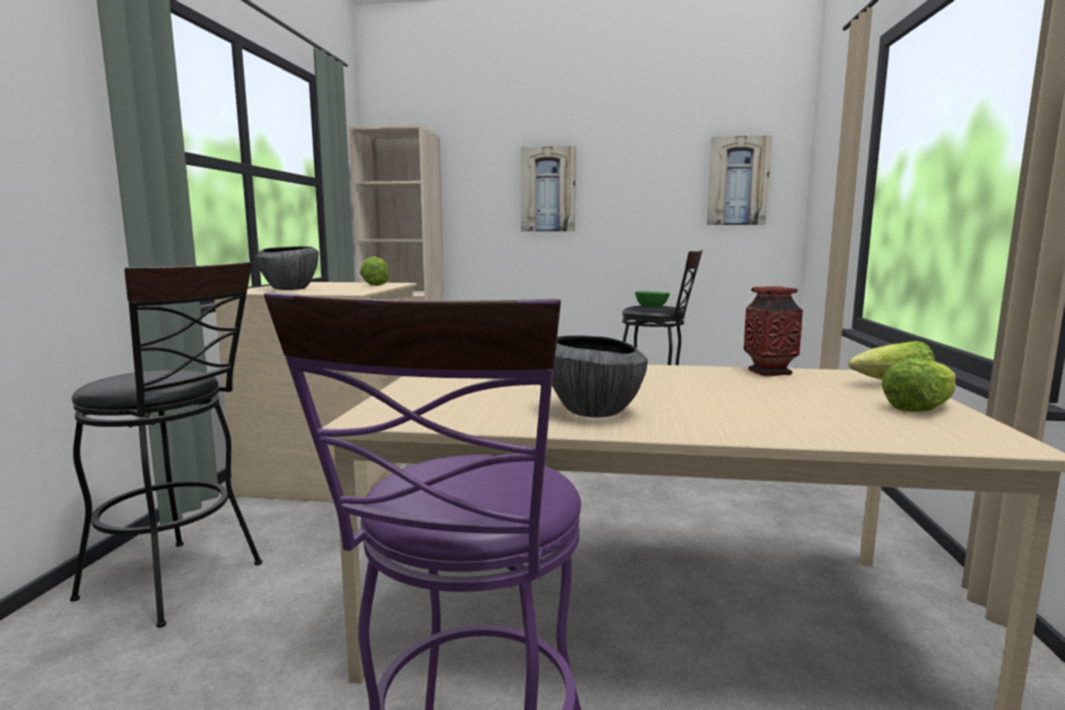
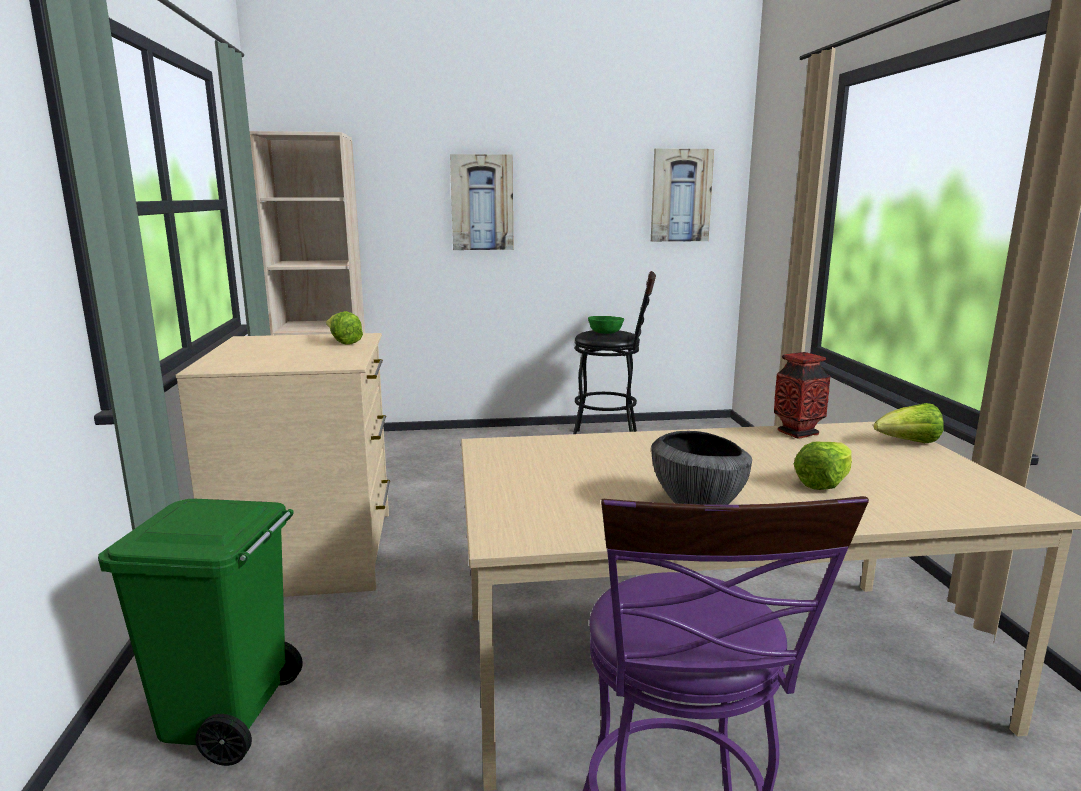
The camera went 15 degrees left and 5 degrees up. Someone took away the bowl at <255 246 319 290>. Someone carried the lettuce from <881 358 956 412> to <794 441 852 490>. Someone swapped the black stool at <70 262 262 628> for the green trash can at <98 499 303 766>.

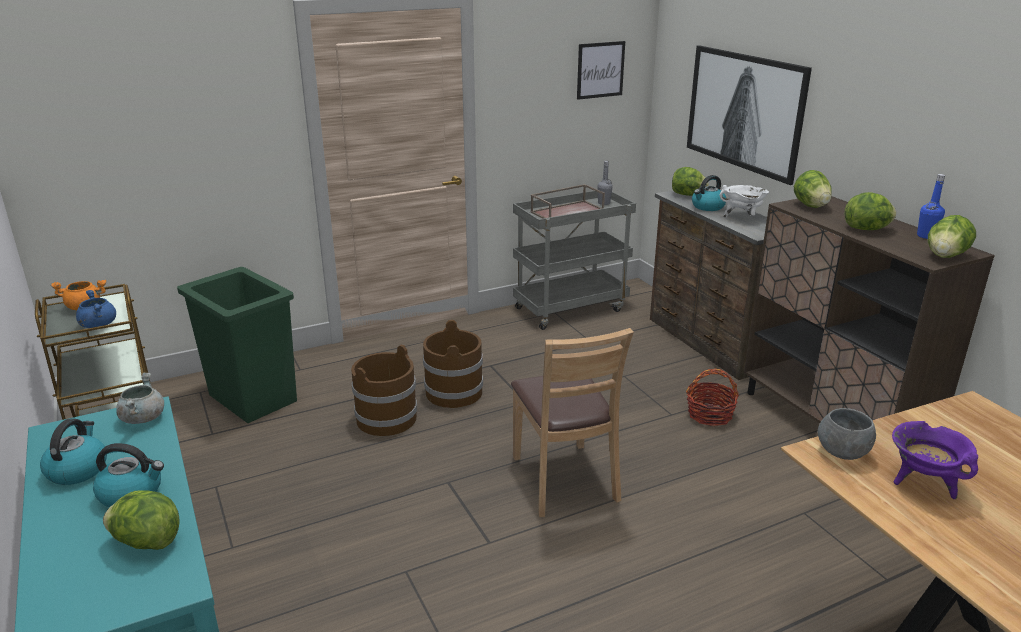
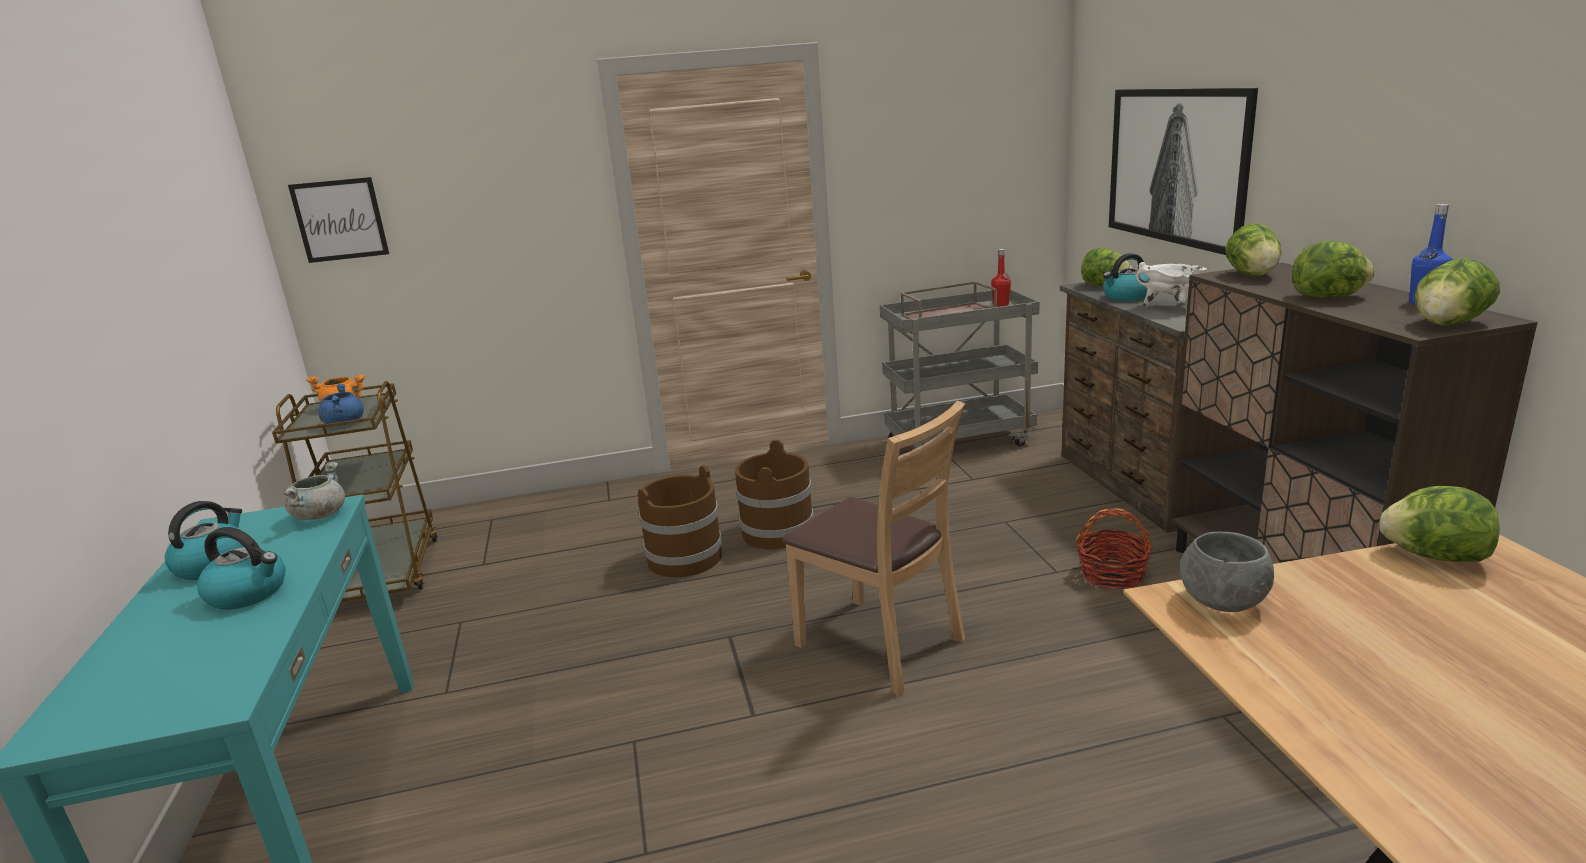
The camera went 15 degrees right and 5 degrees down. Someone took away the green trash can at <177 267 297 423>. Someone took away the purple cooking pot at <892 421 978 499>. Someone carried the lettuce from <103 490 180 550> to <1379 486 1500 562>. Someone carried the picture from <577 41 625 100> to <288 177 389 263>. Someone repainted the grey bottle at <597 161 613 205>, which became the red bottle at <991 249 1011 307>. Someone rotated the brown chair at <511 328 634 517> by 45 degrees counterclockwise.

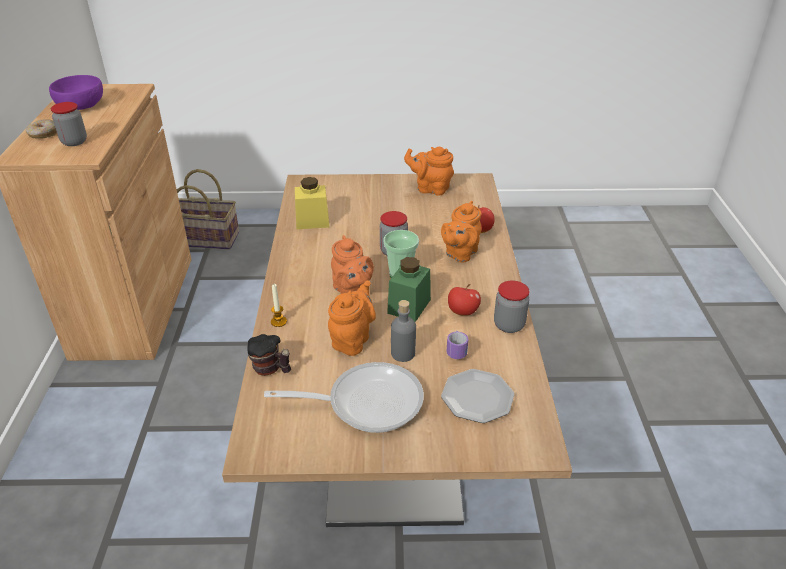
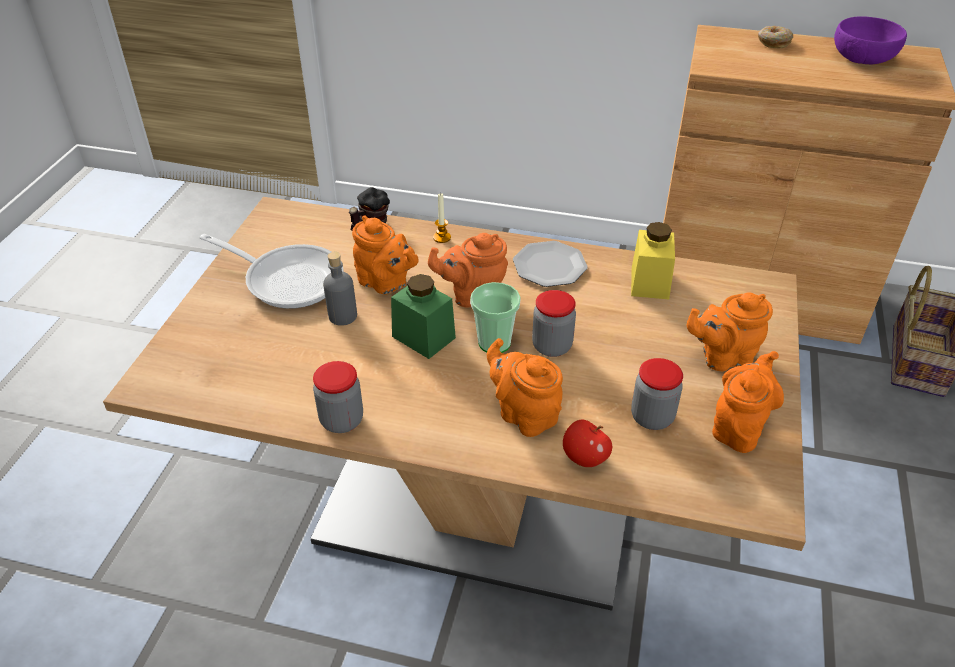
The camera went 105 degrees right and 5 degrees up. Someone took away the mug at <447 331 468 359>. Someone took away the apple at <448 284 481 316>. Someone put down the orange teapot at <687 292 773 371>. Someone carried the jar from <51 102 87 146> to <631 358 683 430>. Someone carried the plate from <441 369 515 423> to <513 241 588 287>. Someone rotated the frying pan at <264 362 424 433> by 75 degrees counterclockwise.

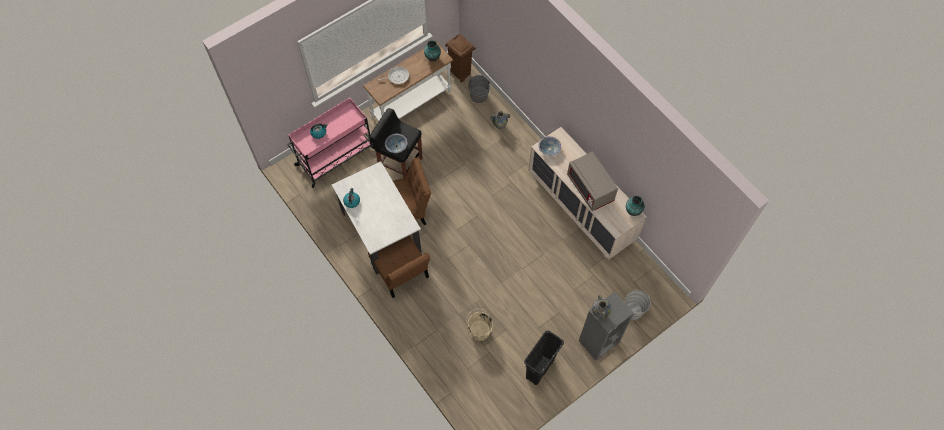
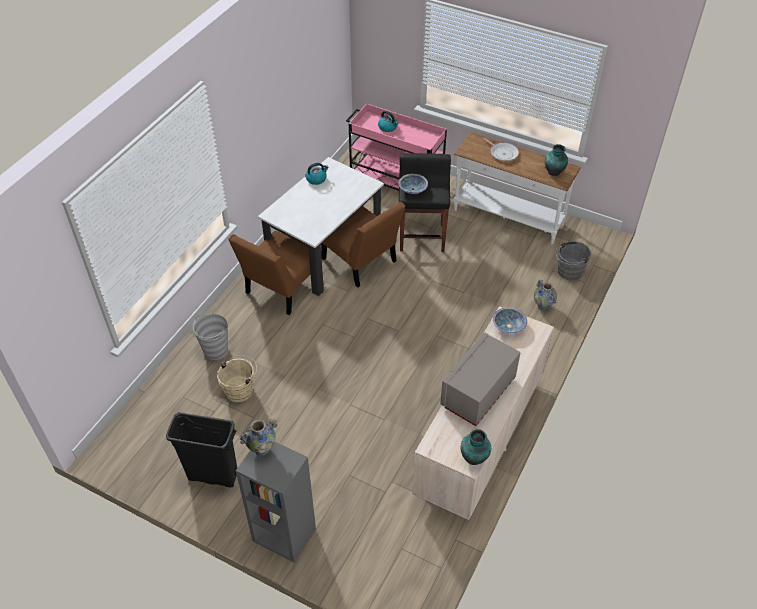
The camera went 65 degrees right and 15 degrees down. Someone took away the brown trash can at <445 34 476 82>. Someone carried the grey bucket from <625 290 651 320> to <193 314 228 360>.

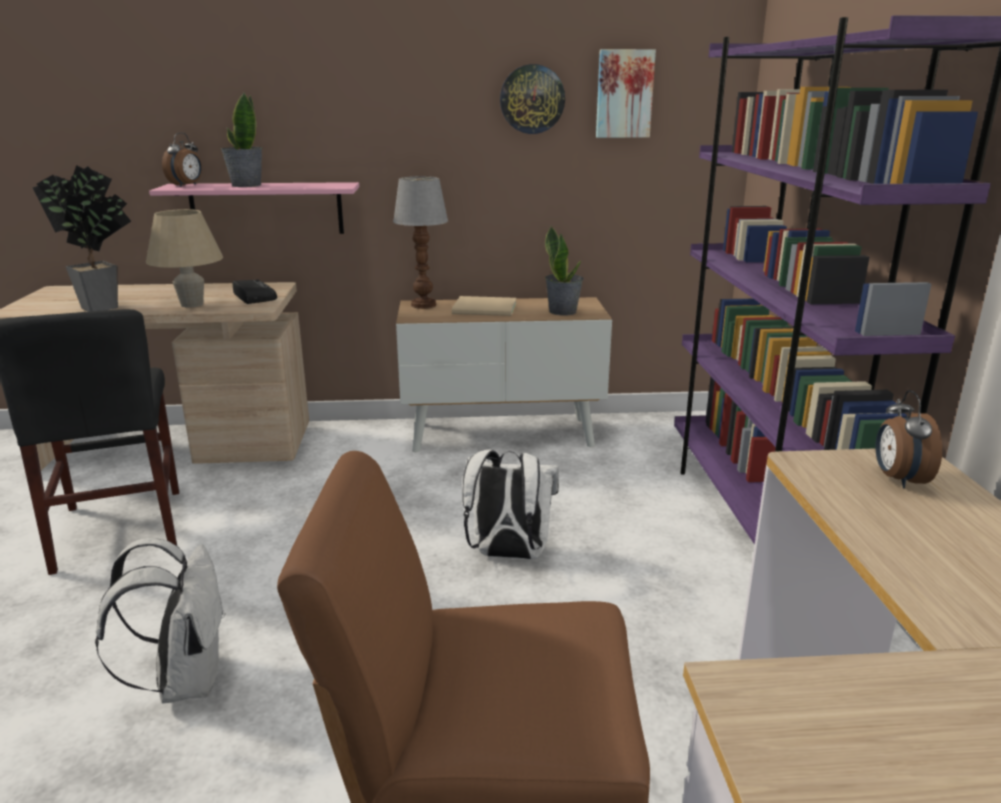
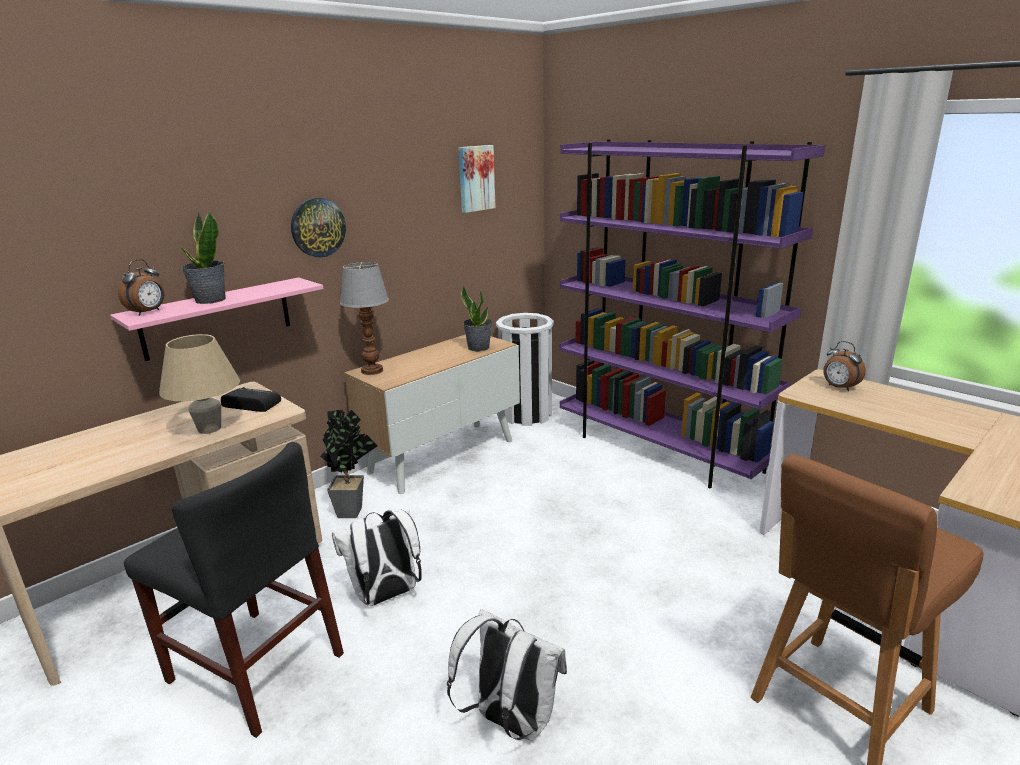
The camera went 40 degrees left and 0 degrees up. Someone took away the beige book at <452 296 516 316>. Someone put down the white trash can at <496 313 554 426>. Someone carried the potted plant from <33 165 131 312> to <320 410 377 518>. Someone carried the white backpack from <462 450 559 559> to <332 509 422 606>. Someone carried the wall clock from <500 64 565 134> to <291 198 346 257>. Someone rotated the alarm clock at <162 133 202 187> by 45 degrees clockwise.

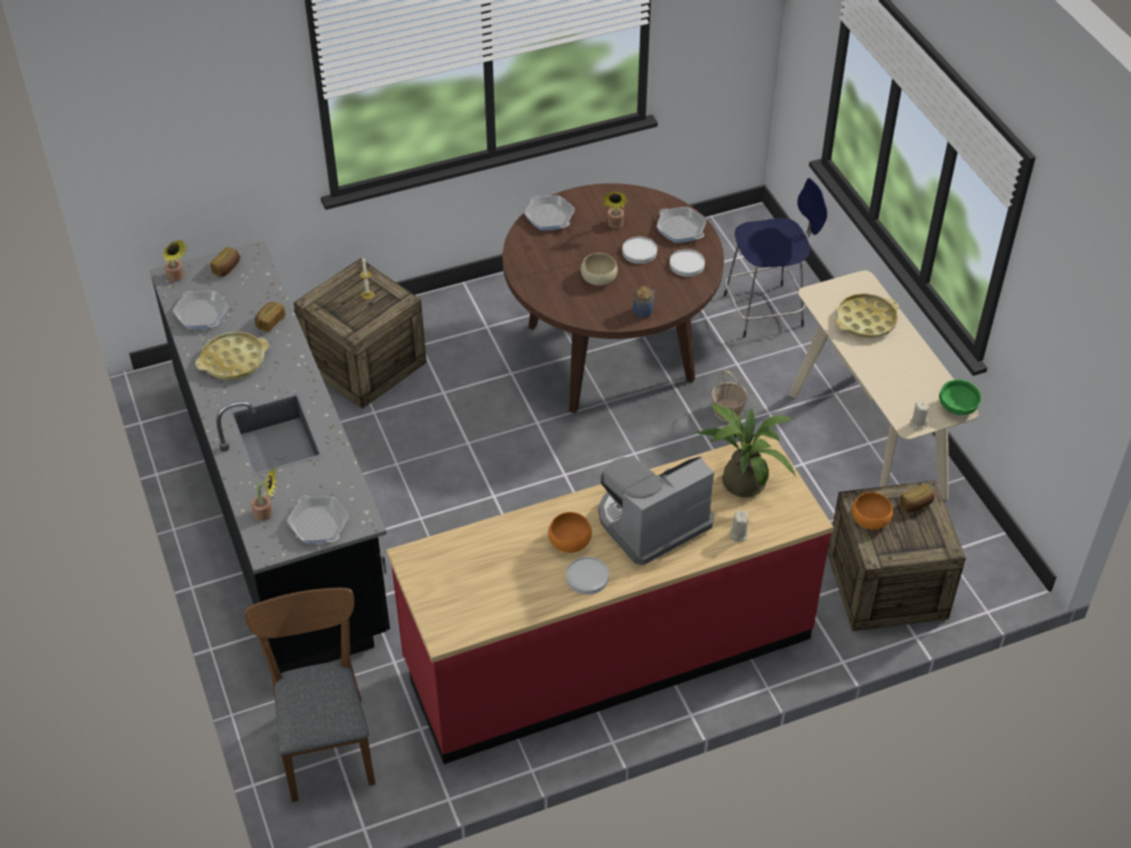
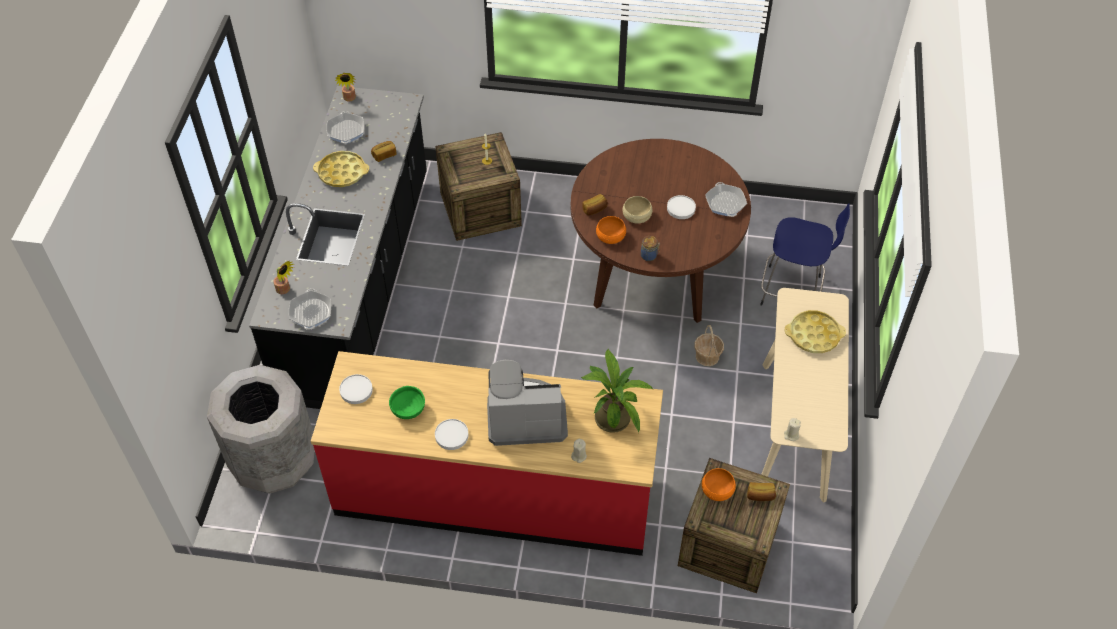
The camera went 30 degrees right and 5 degrees up. Someone took away the frying pan at <524 196 575 230>. Someone took away the potted plant at <602 191 628 229>. Someone carried the bread from <210 247 240 277> to <582 194 608 216>. Someone carried the orange bowl from <548 512 592 553> to <596 216 626 244>. Someone carried the white plate from <670 249 705 277> to <339 374 373 404>. Someone carried the green bowl from <939 380 981 415> to <389 386 425 419>. Someone swapped the brown chair at <244 588 375 802> for the grey trash can at <207 365 315 494>.

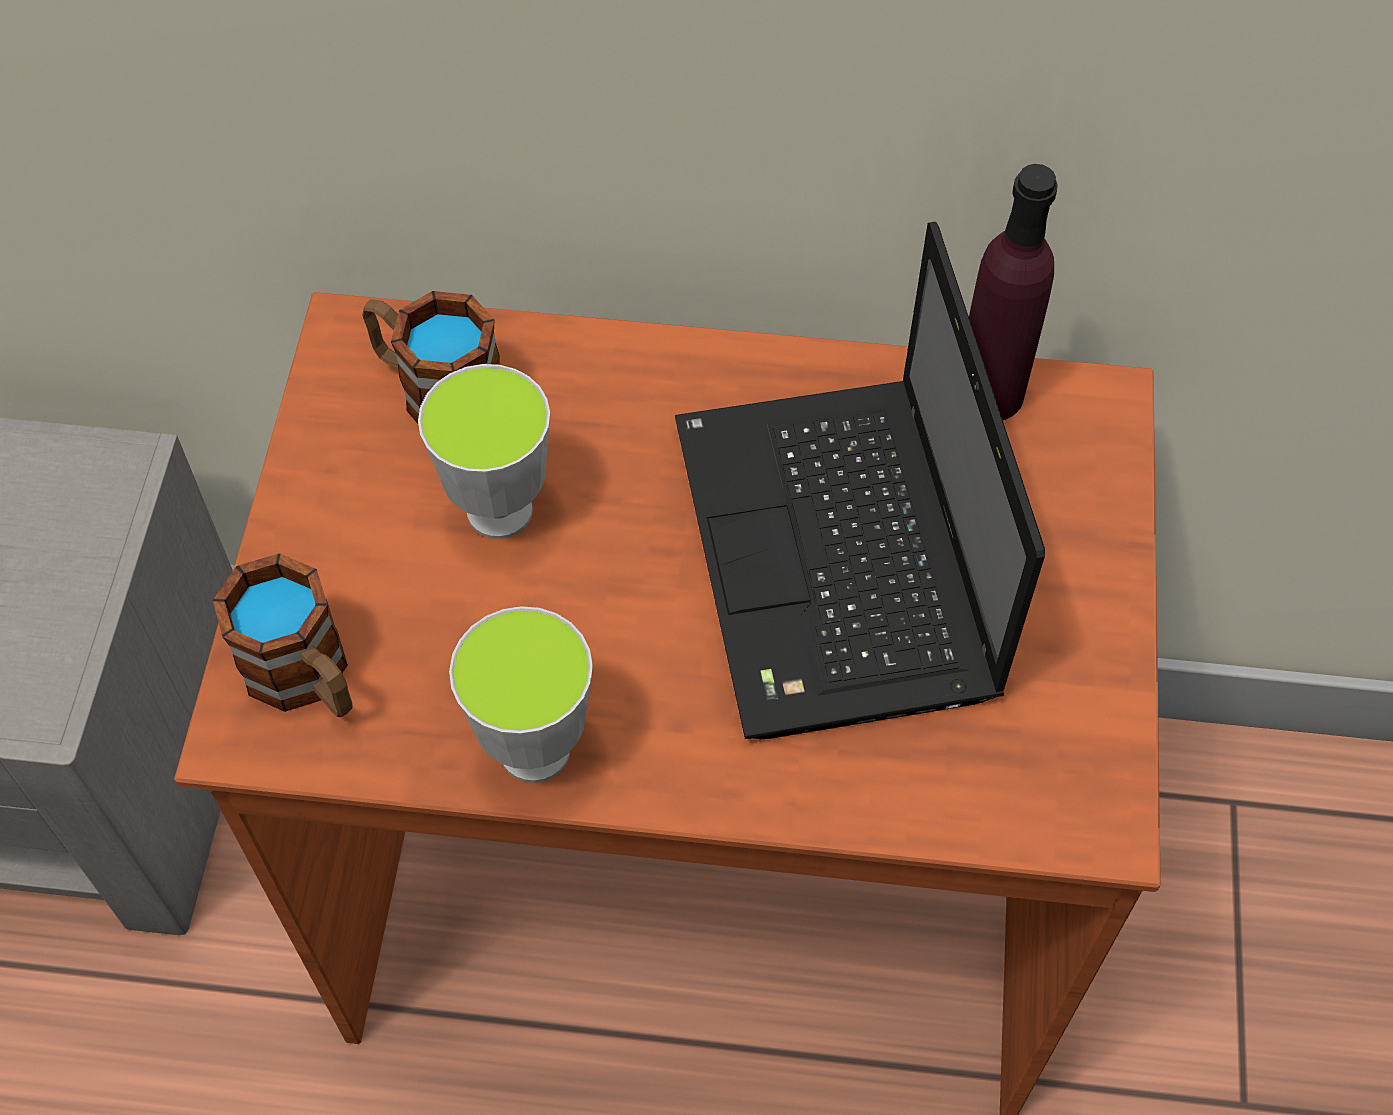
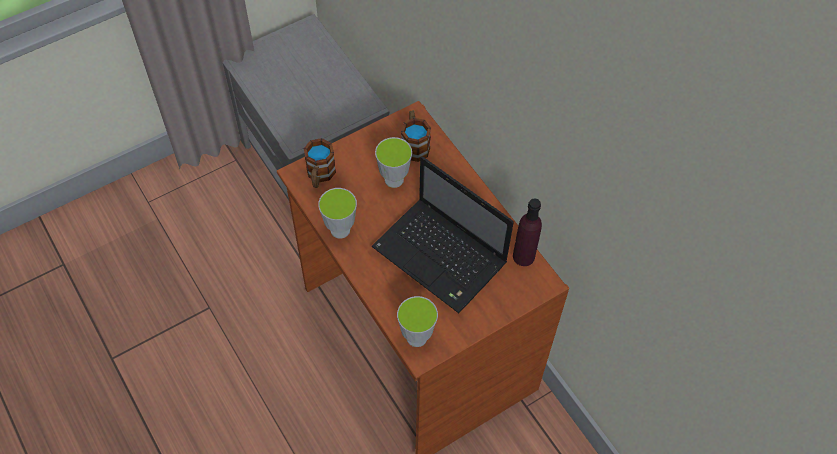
The camera went 50 degrees right and 0 degrees up. Someone put down the cup at <397 296 438 347>. Someone rotated the laptop at <675 222 1045 739> by 90 degrees counterclockwise.

